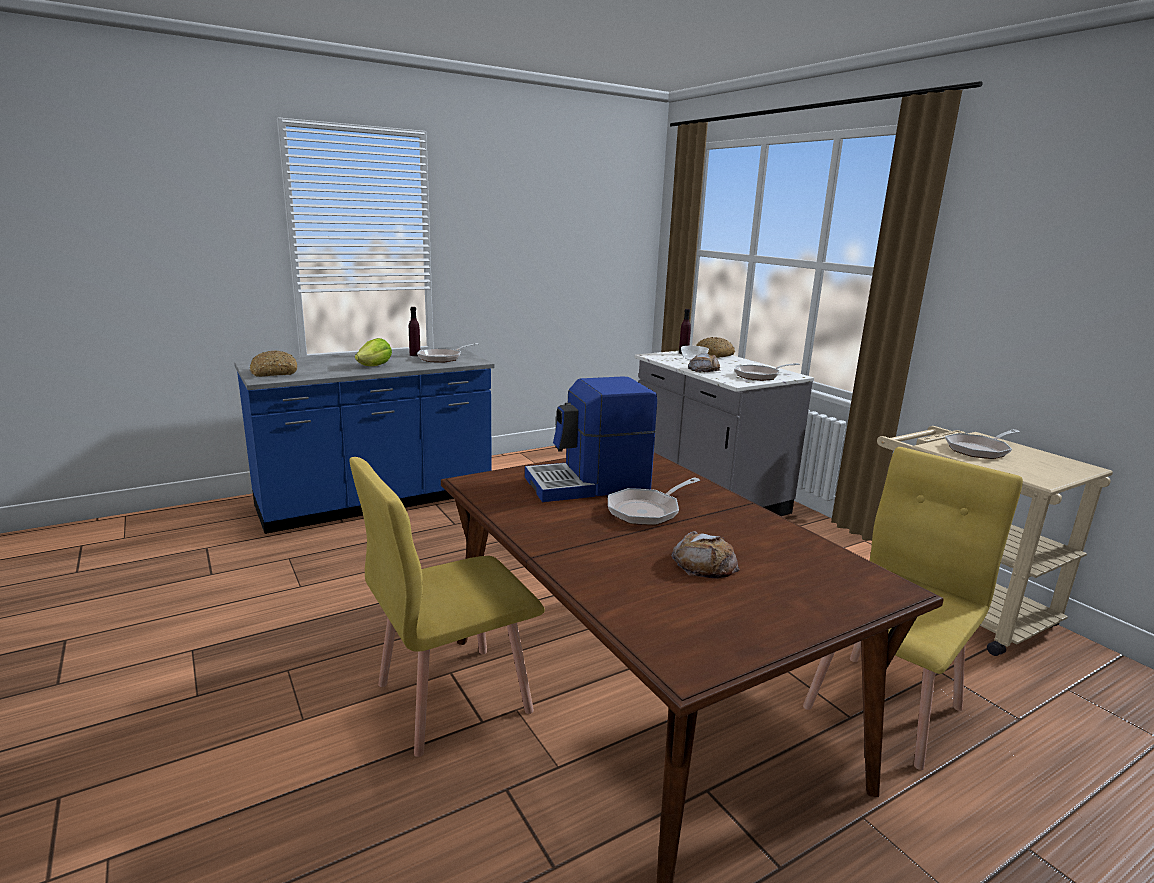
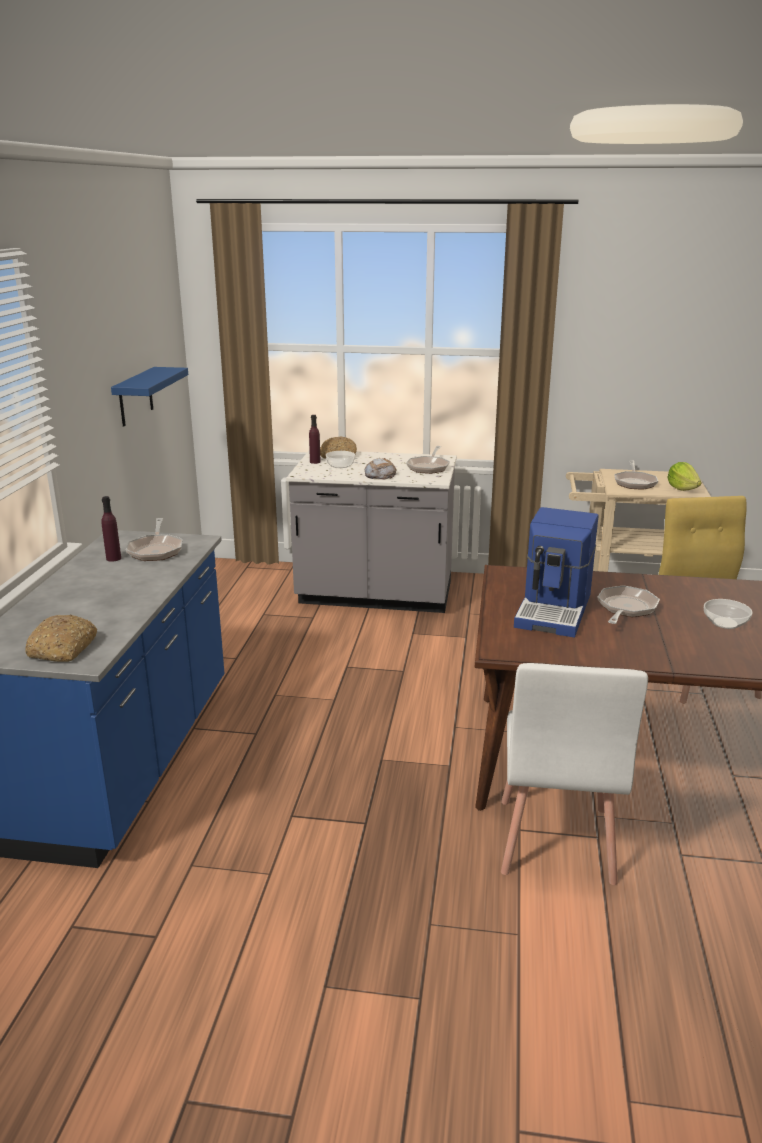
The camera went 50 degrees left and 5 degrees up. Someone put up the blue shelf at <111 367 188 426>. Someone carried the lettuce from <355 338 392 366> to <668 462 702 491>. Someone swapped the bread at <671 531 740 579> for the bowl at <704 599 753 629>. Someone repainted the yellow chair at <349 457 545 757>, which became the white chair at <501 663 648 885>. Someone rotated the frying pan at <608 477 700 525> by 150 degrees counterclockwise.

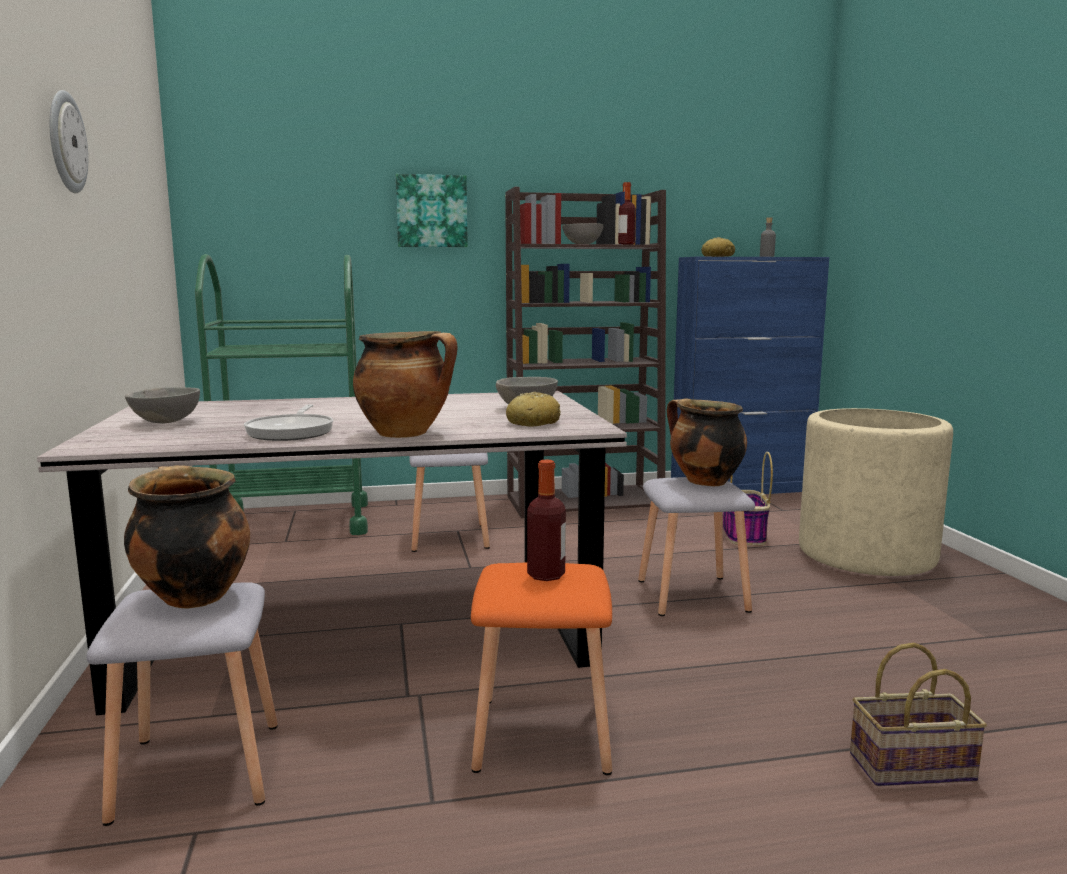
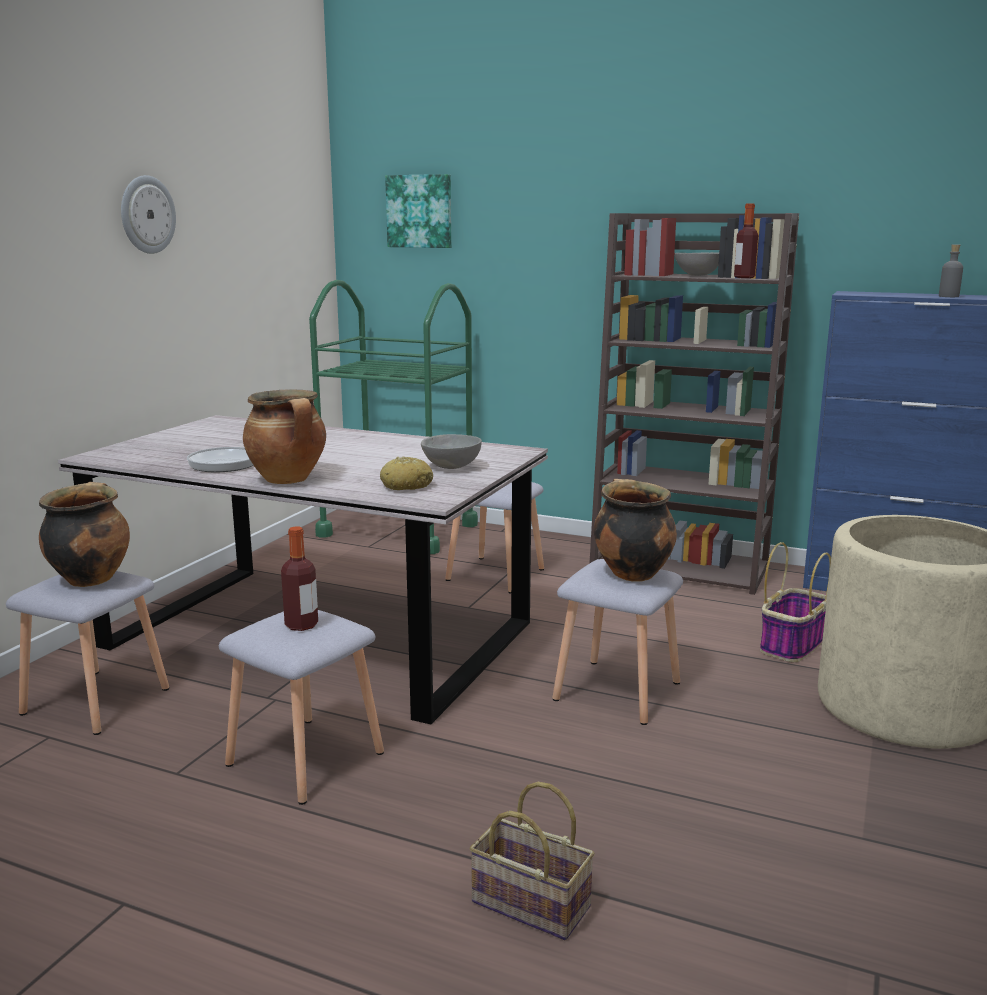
The camera went 35 degrees right and 5 degrees up. Someone took away the grey bowl at <125 387 200 423>. Someone took away the bread at <701 237 735 257>. Someone carried the picture from <396 174 468 247> to <385 174 451 248>. Someone repainted the orange stool at <471 563 612 775>, which became the grey stool at <219 610 384 805>.

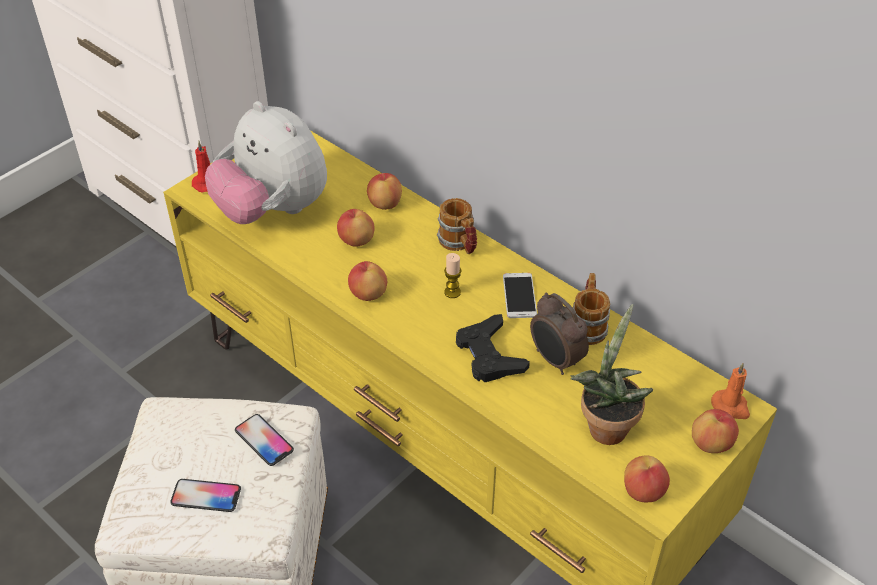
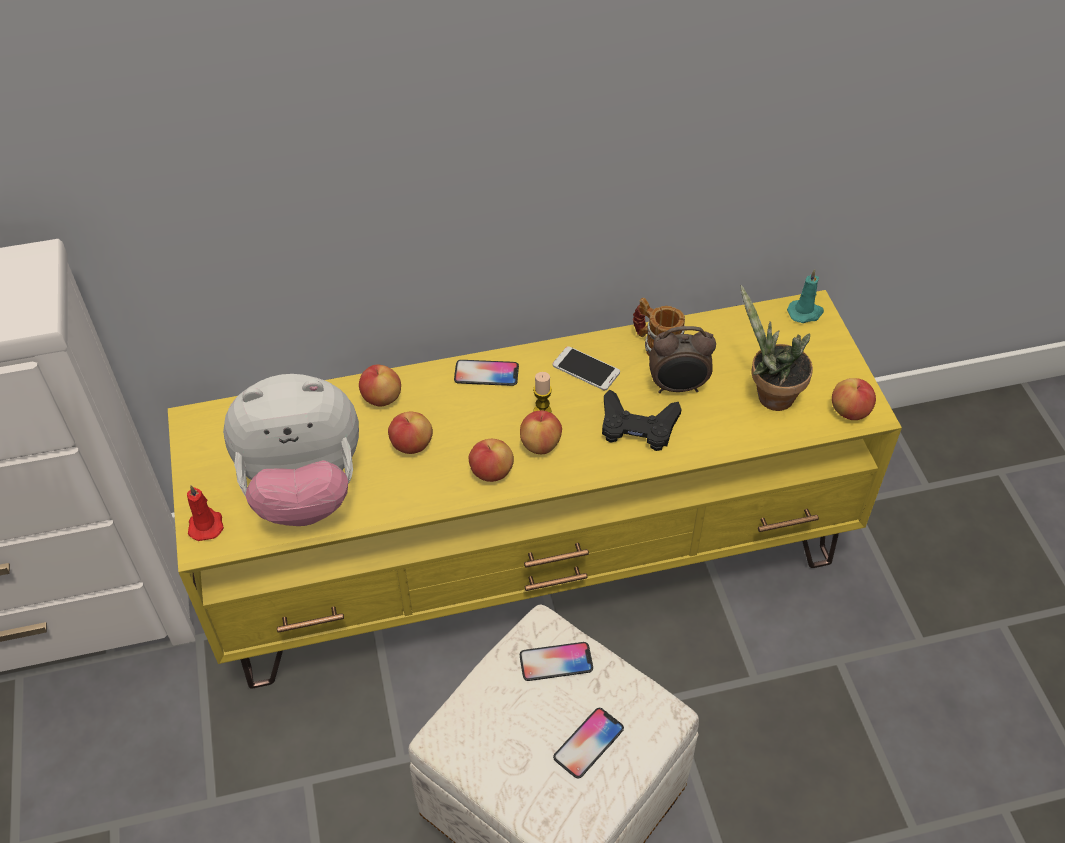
The camera went 55 degrees left and 5 degrees up. Someone carried the apple from <692 409 739 453> to <520 410 562 454>. Someone swapped the mug at <437 198 477 254> for the phone at <454 360 519 386>. Someone repainted the orange candle at <711 363 750 419>, which became the turquoise candle at <787 269 824 323>.

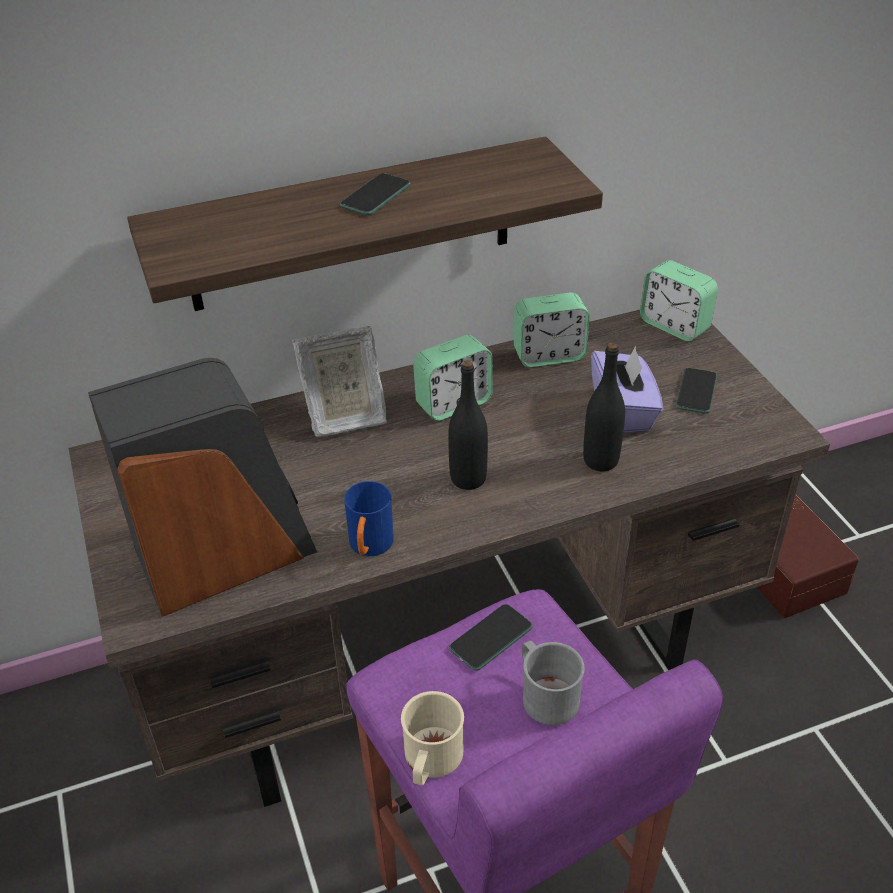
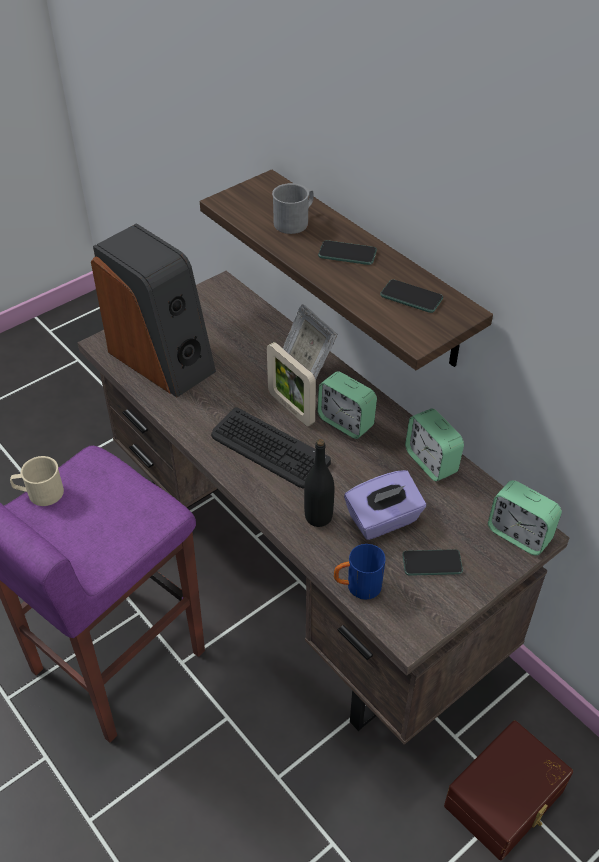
The camera went 70 degrees right and 5 degrees up. Someone put down the picture frame at <267 342 316 426>. Someone carried the blue mug from <344 481 394 556> to <334 544 385 600>. Someone carried the phone from <449 604 533 671> to <380 279 443 313>. Someone carried the grey mug from <522 641 585 725> to <272 183 313 234>. Someone swapped the black bottle at <448 360 488 490> for the keyboard at <211 407 331 488>. Someone rotated the alarm clock at <640 260 718 341> by 75 degrees counterclockwise.

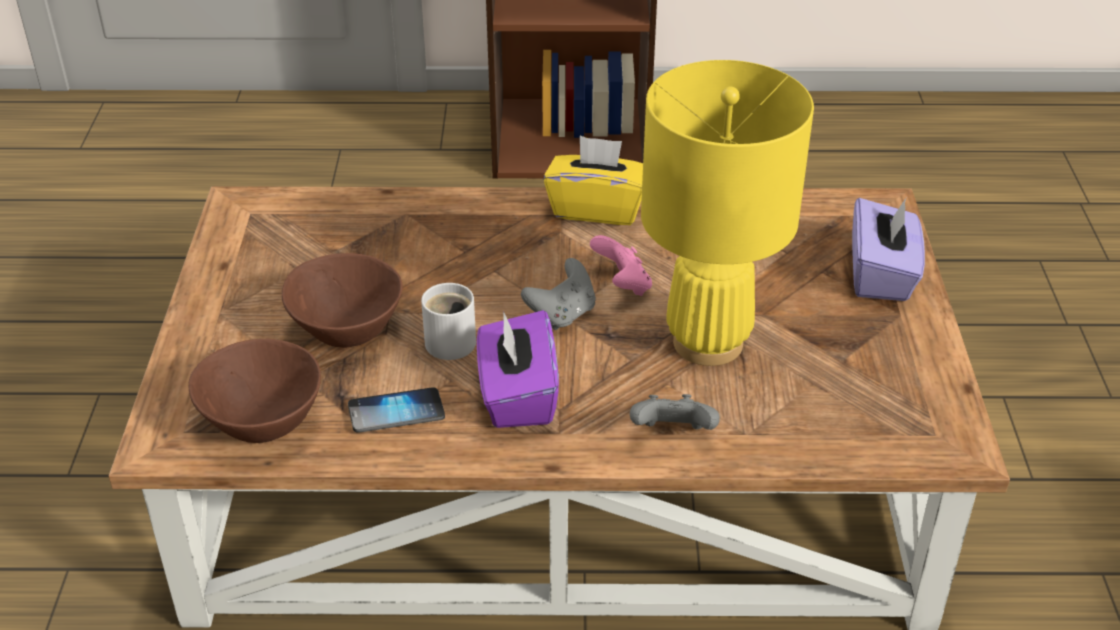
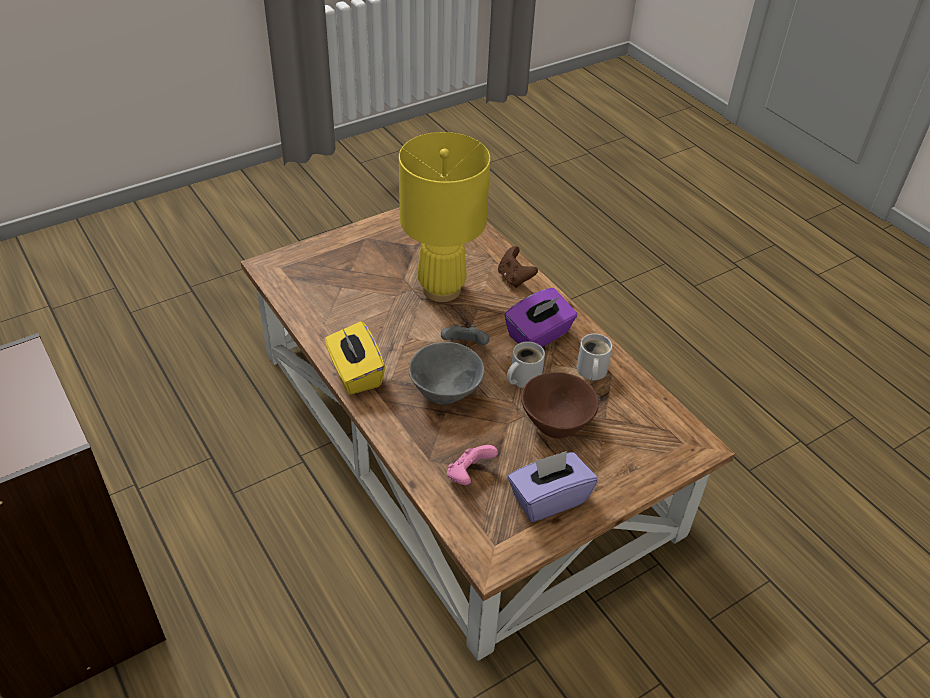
The camera went 125 degrees left and 5 degrees up. Someone took away the brown bowl at <189 339 321 443>. Someone put down the grey bowl at <409 342 485 405>. Someone carried the pink game controller from <590 235 652 296> to <447 445 498 485>. Someone carried the purple tissue box from <852 198 925 301> to <508 451 597 522>. Someone swapped the phone at <348 387 445 433> for the white mug at <577 334 612 381>. Someone repainted the grey game controller at <630 394 720 430>, which became the brown game controller at <498 246 538 288>.

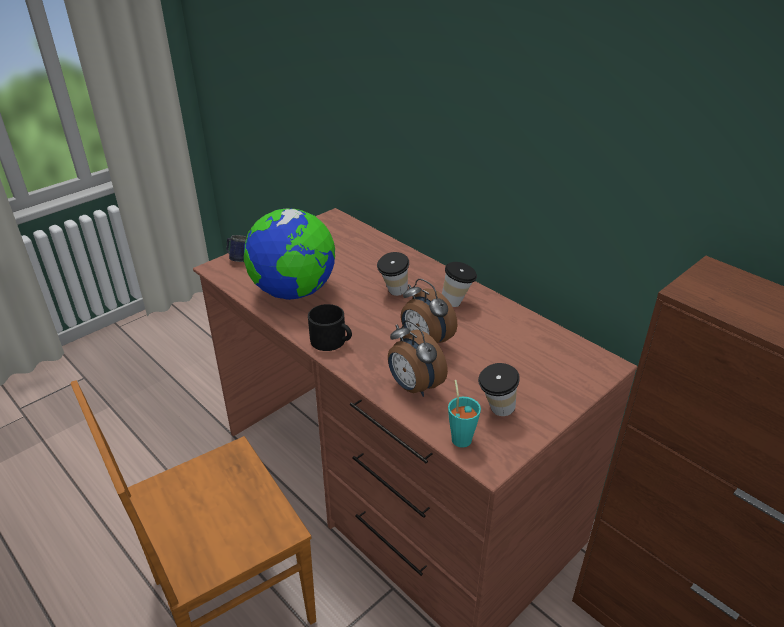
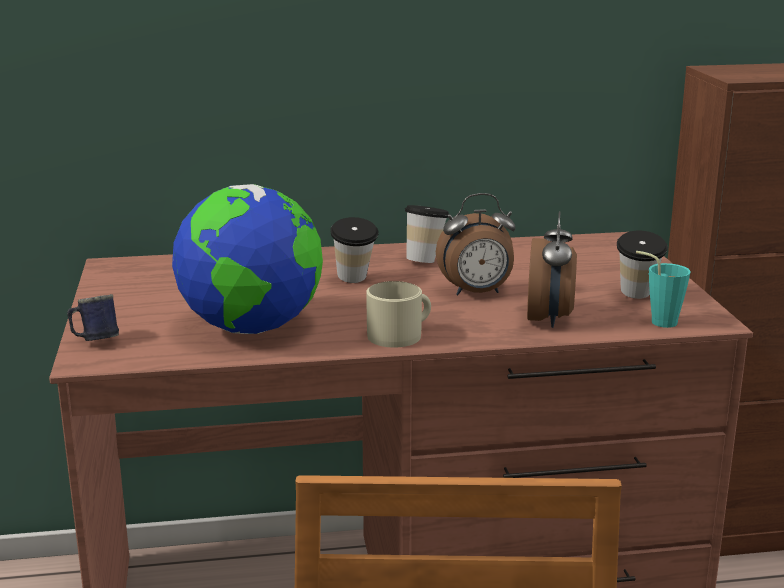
The camera went 55 degrees left and 15 degrees down. Someone repainted the black mug at <308 304 352 351>, which became the beige mug at <366 281 431 348>. Someone rotated the alarm clock at <388 320 448 397> by 75 degrees counterclockwise.

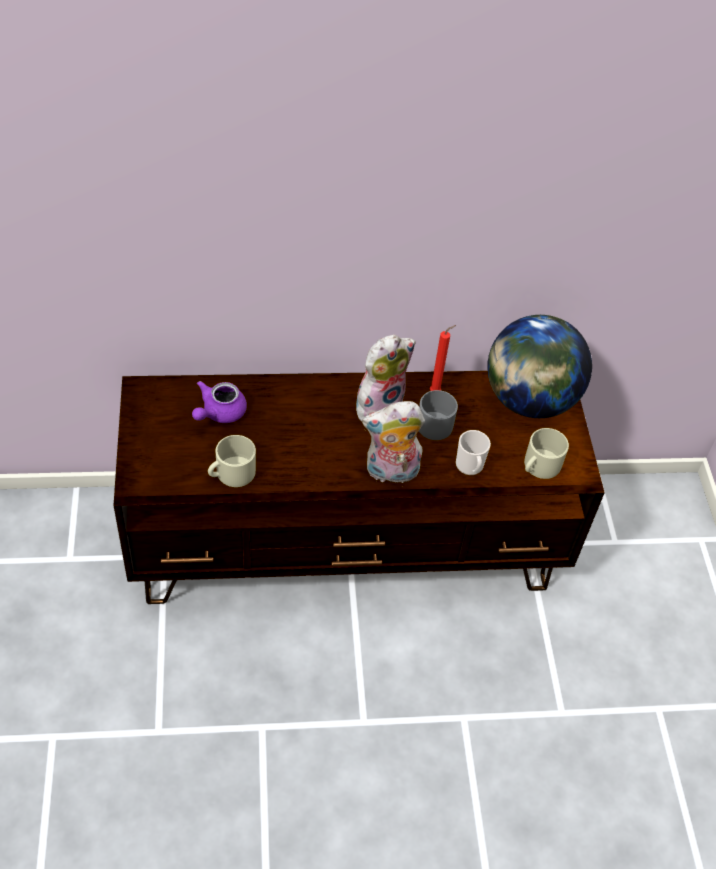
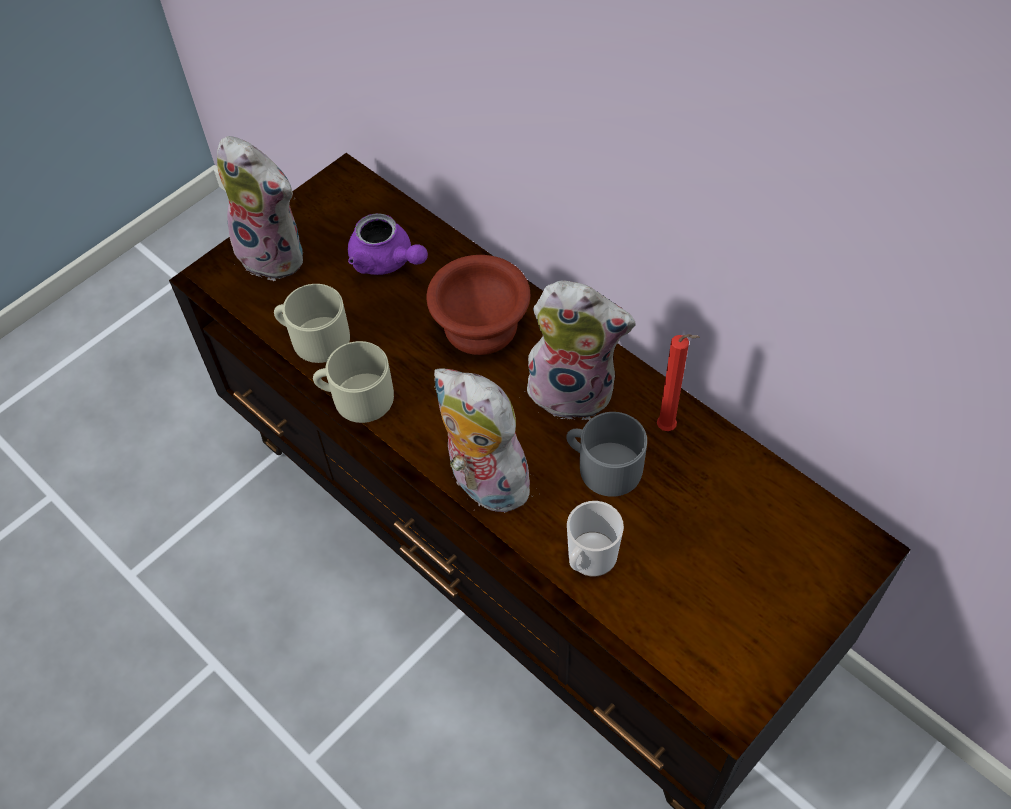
The camera went 55 degrees right and 5 degrees up. Someone took away the globe at <487 315 592 418>. Someone put down the plush toy at <217 136 303 281>. Someone put down the brown bowl at <426 255 530 355>. Someone carried the beige mug from <524 428 569 479> to <313 341 394 423>. Someone rotated the purple teapot at <192 381 247 423> by 135 degrees counterclockwise.

